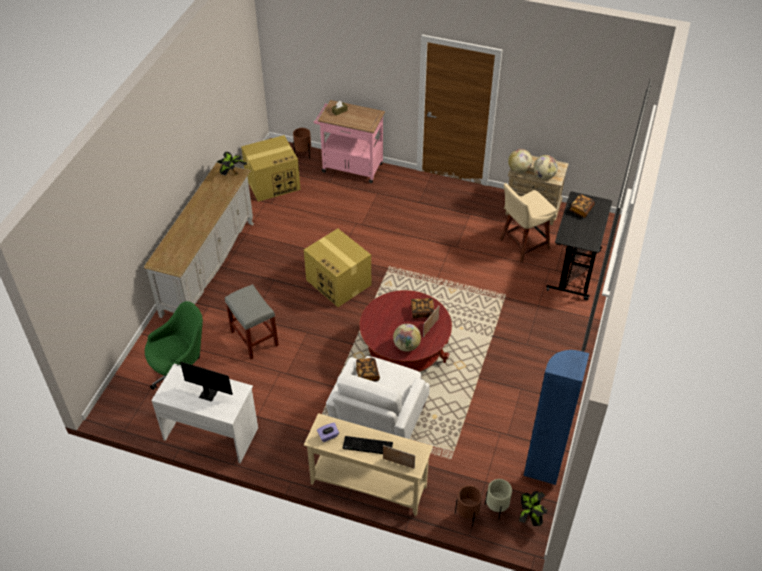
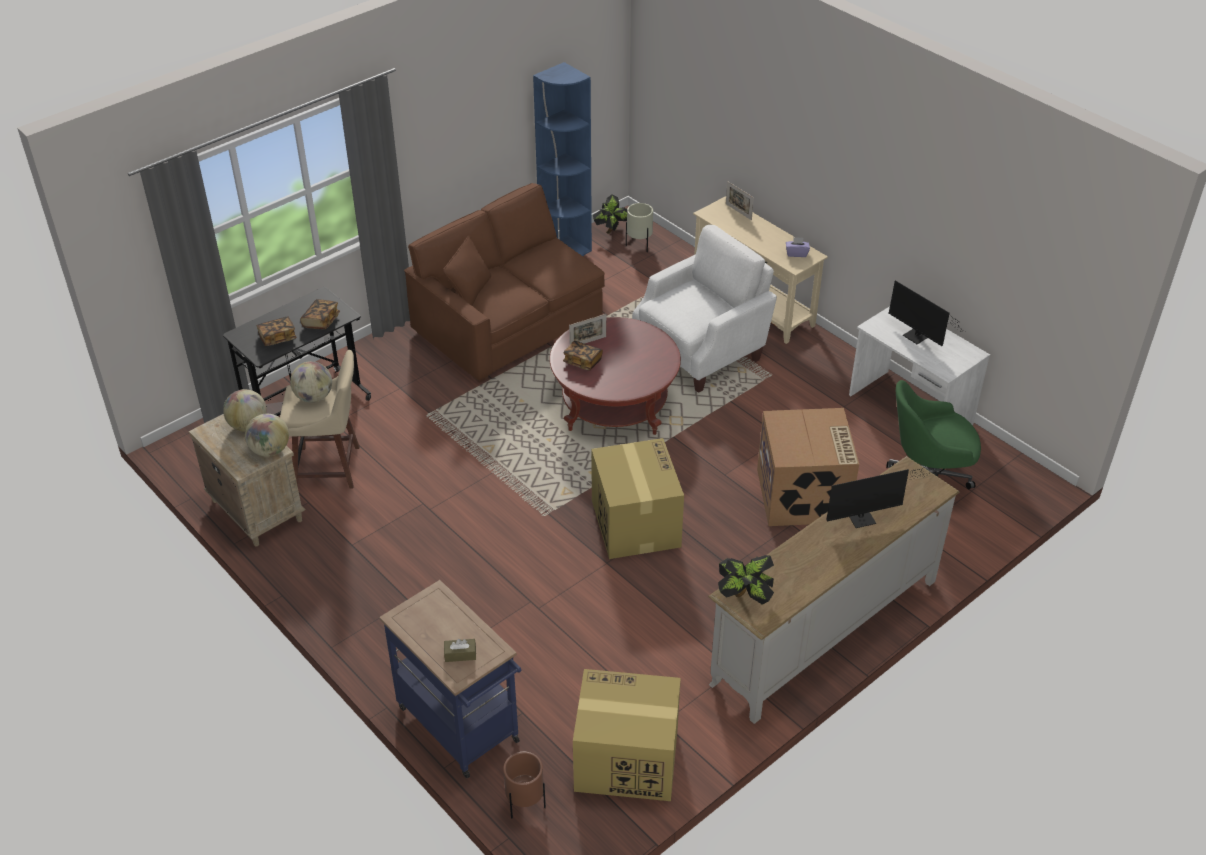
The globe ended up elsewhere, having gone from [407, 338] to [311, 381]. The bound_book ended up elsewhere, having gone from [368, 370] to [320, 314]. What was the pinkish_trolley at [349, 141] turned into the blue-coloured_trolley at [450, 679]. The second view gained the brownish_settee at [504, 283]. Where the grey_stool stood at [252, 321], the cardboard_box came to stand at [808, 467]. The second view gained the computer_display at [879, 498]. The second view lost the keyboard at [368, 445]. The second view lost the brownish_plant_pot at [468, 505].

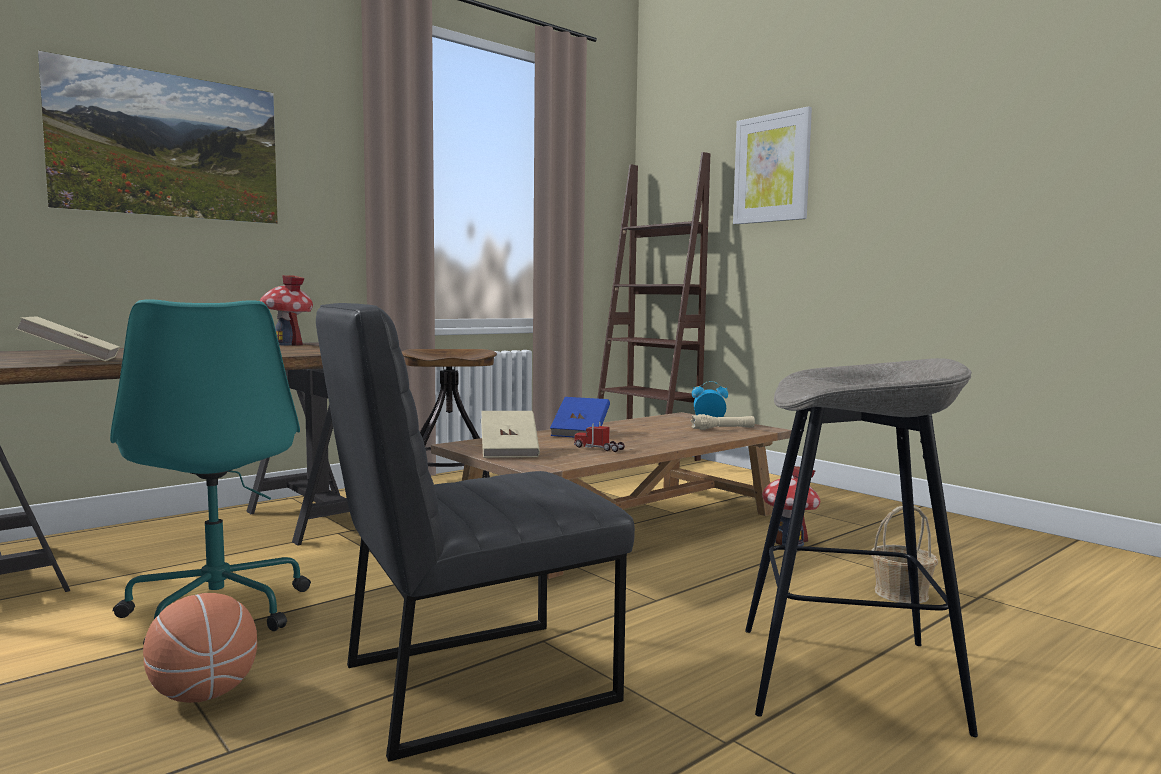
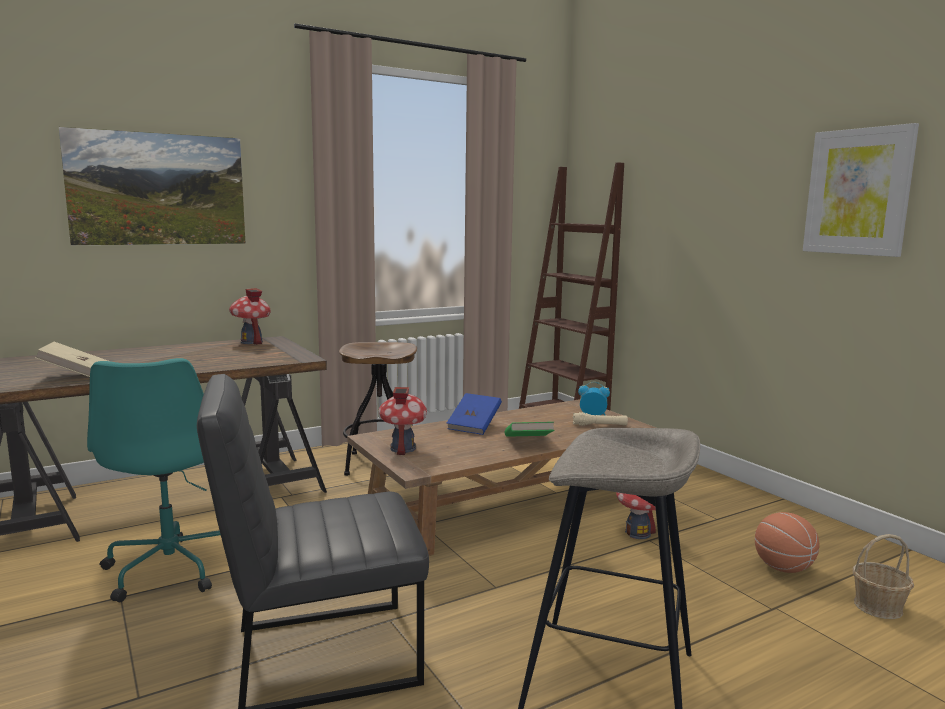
Where the beige_bound_book stood at [510, 434], the toy_house came to stand at [403, 421]. The second view gained the greenish_bound_book at [529, 429]. The basketball_ball ended up elsewhere, having gone from [200, 648] to [787, 542]. The wall_art ended up elsewhere, having gone from [772, 165] to [861, 190]. The storage_basket ended up elsewhere, having gone from [904, 555] to [883, 576]. The second view lost the model_truck at [599, 436].

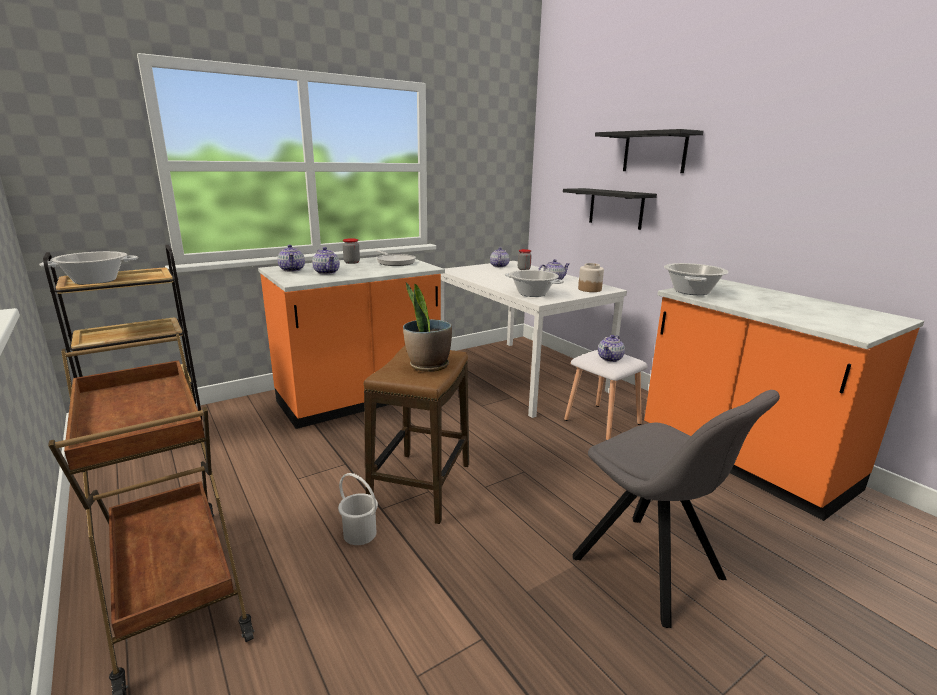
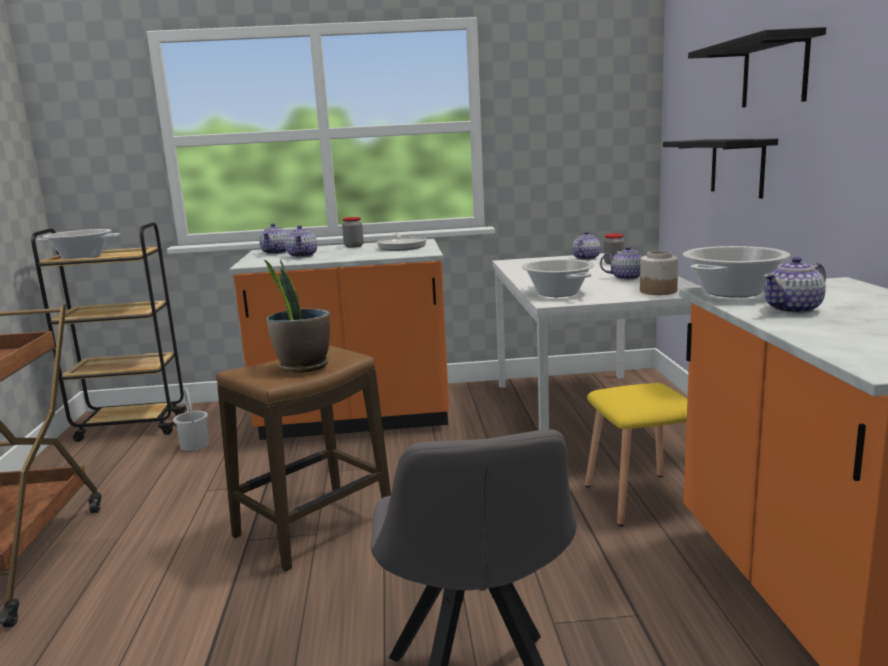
The white_bucket ended up elsewhere, having gone from [358, 509] to [191, 419]. What was the white_stool at [606, 395] turned into the yellow-coloured_stool at [636, 454]. The teapot ended up elsewhere, having gone from [611, 348] to [795, 285].

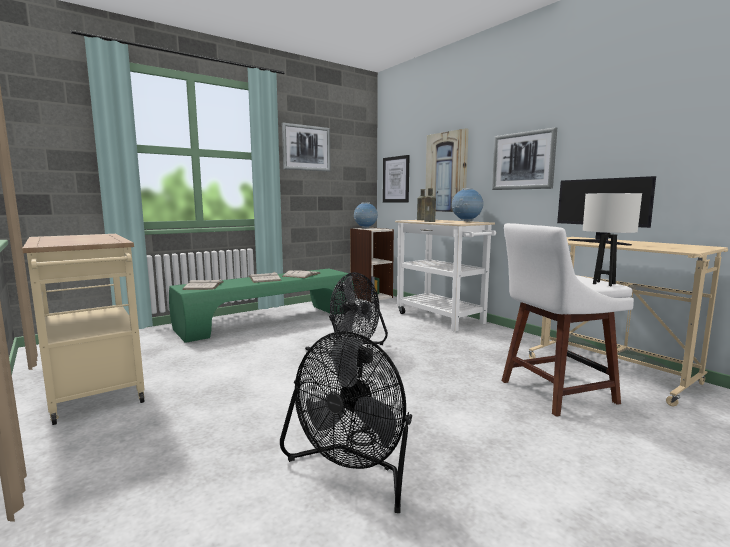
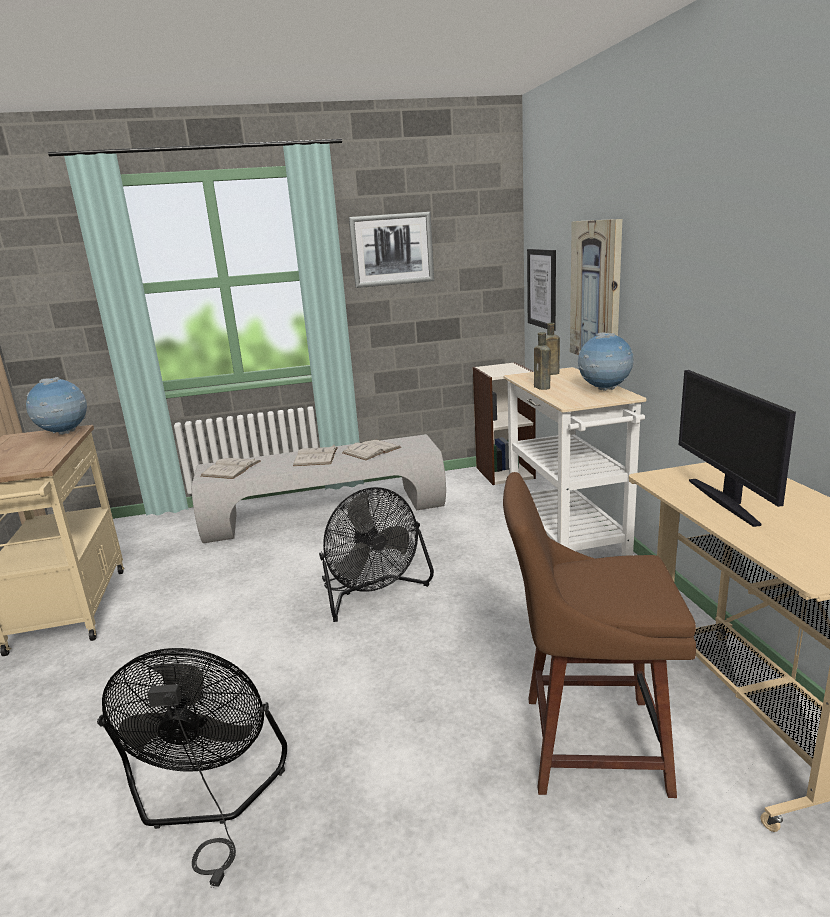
The globe ended up elsewhere, having gone from [366, 215] to [56, 406]. The black-coloured_cooling_fan at [346, 422] ended up facing another way, 120 degrees clockwise from before. What was the greenish_bench at [262, 306] turned into the grey_bench at [318, 488]. What was the white_stool at [568, 320] turned into the brownish_stool at [599, 635]. The second view lost the wall_art at [524, 158]. The second view lost the white_table_lamp at [612, 239].

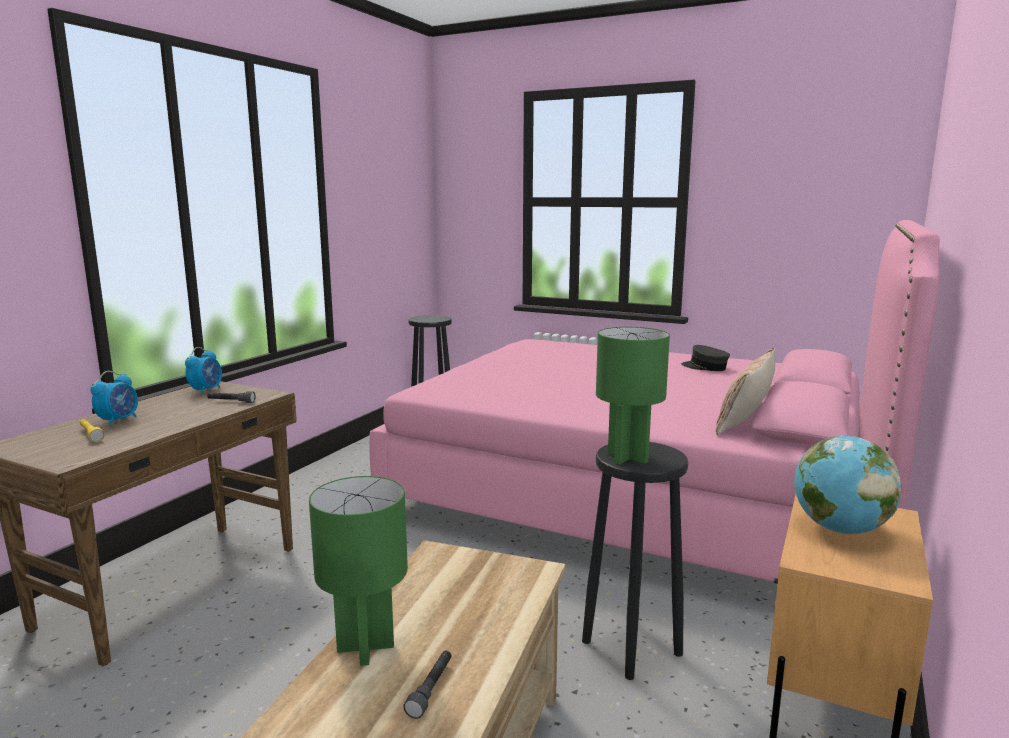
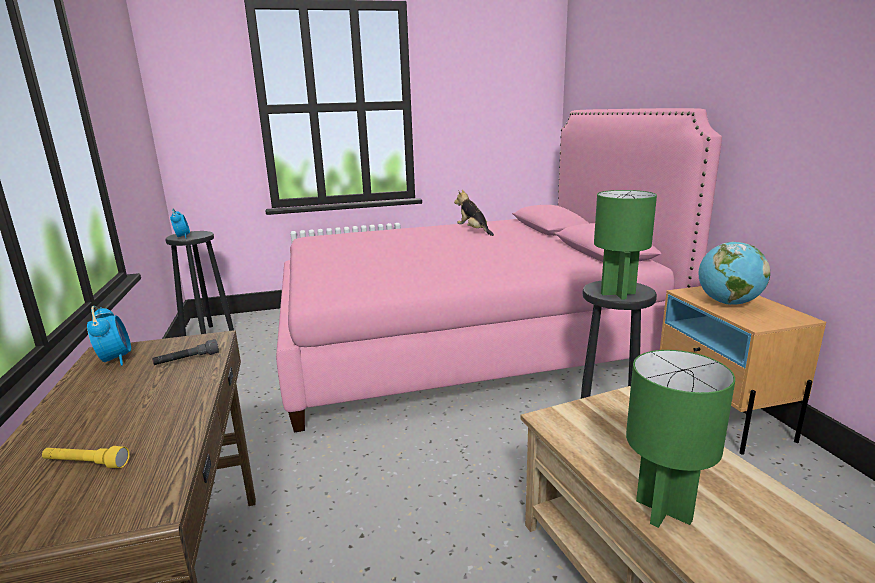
The alarm_clock ended up elsewhere, having gone from [114, 398] to [180, 224]. Where the grey_cap stood at [705, 358], the cuddly_toy came to stand at [474, 213]. The second view lost the grey_torch at [427, 684]. The second view lost the cushion at [746, 391].

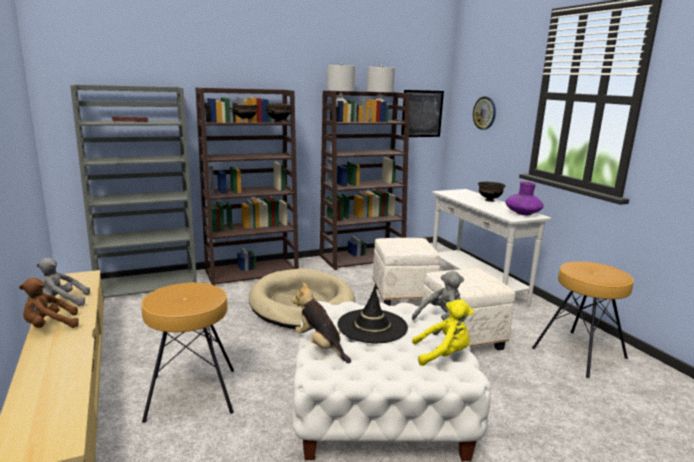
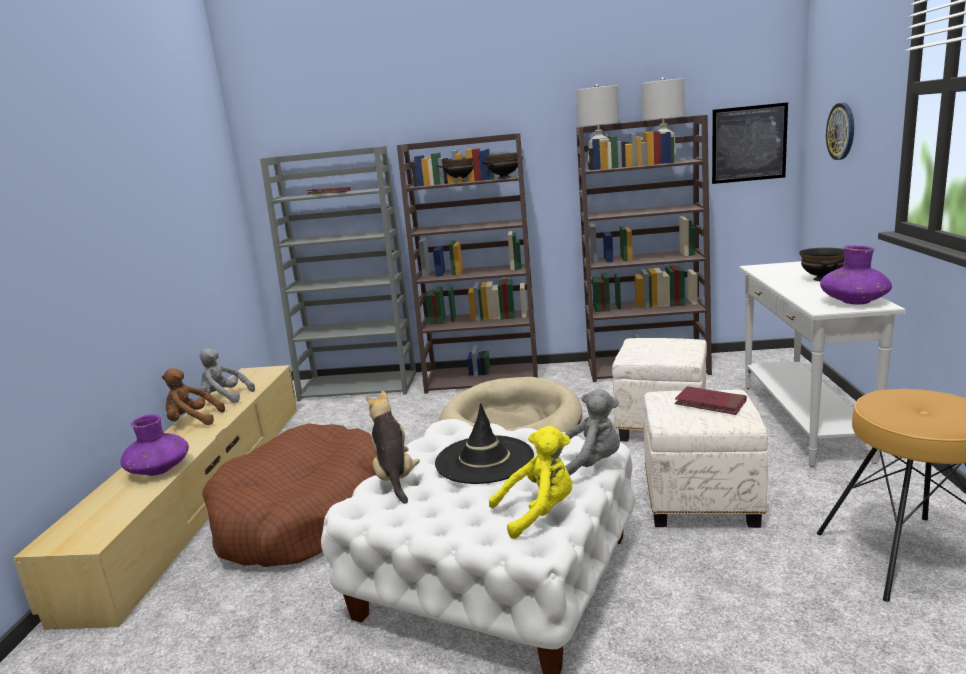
The second view gained the purple_flower_vase at [155, 445]. Where the brownish_stool stood at [188, 353], the brownish_dog_cushion came to stand at [289, 495]. The yellow-coloured_cuddly_toy at [443, 333] ended up facing another way, 45 degrees counterclockwise from before. The second view gained the red-coloured_bound_book at [711, 400].

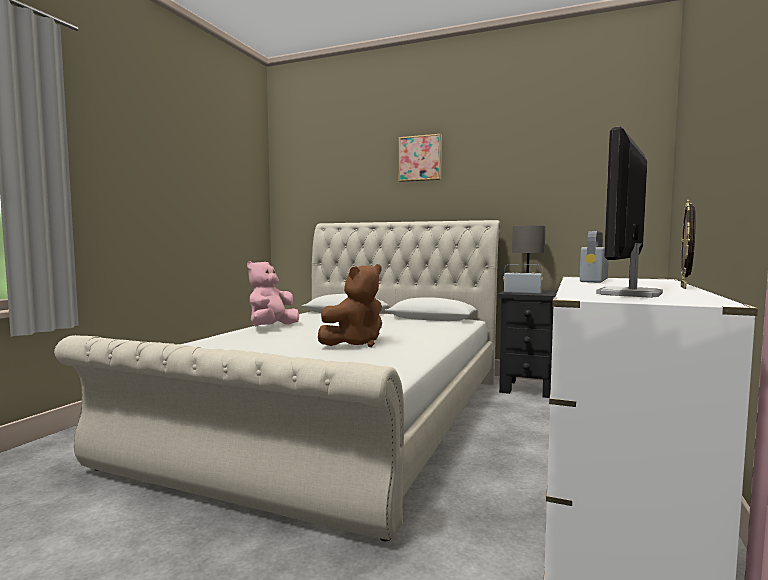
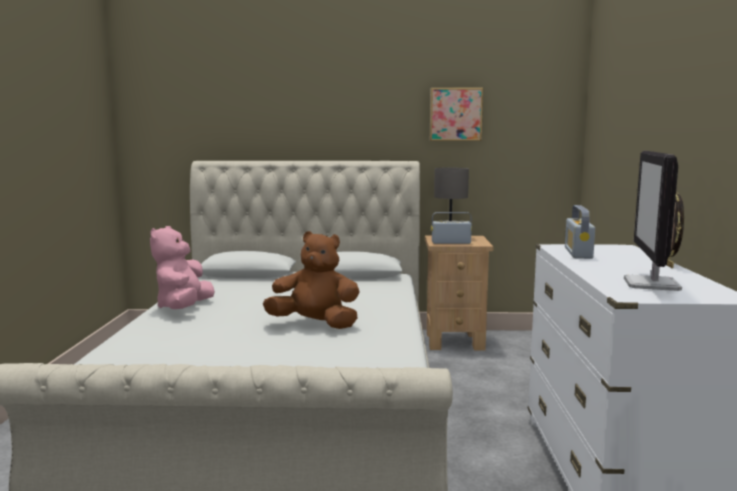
The brownish_cuddly_toy at [350, 305] ended up facing another way, 105 degrees counterclockwise from before. What was the black-coloured_night_table at [527, 344] turned into the beige_night_table at [459, 293]. The wall_art ended up elsewhere, having gone from [420, 158] to [456, 114].

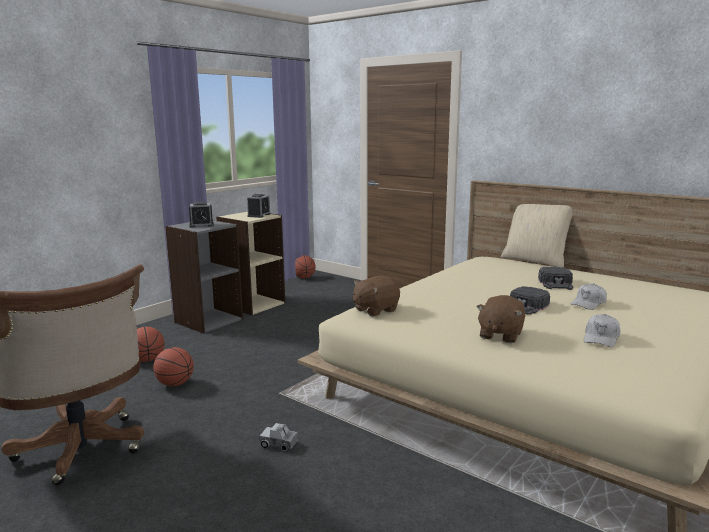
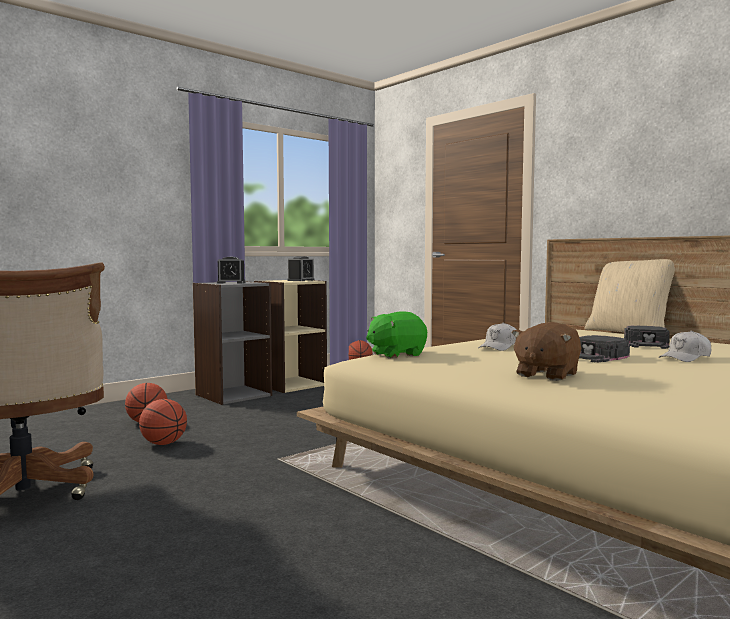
What was the brownish_cuddly_toy at [376, 296] turned into the greenish_cuddly_toy at [396, 335]. The white_cap ended up elsewhere, having gone from [602, 330] to [497, 337]. The second view lost the model_truck at [279, 437].

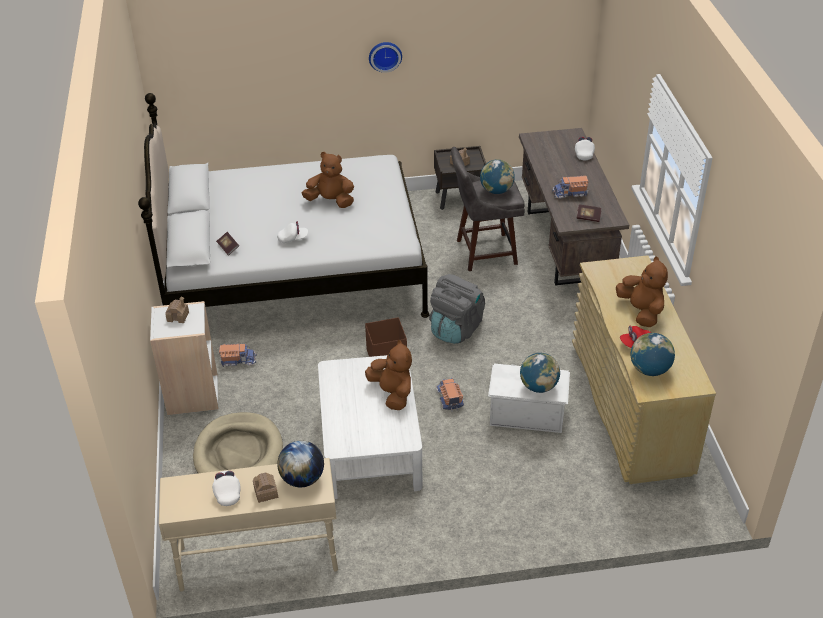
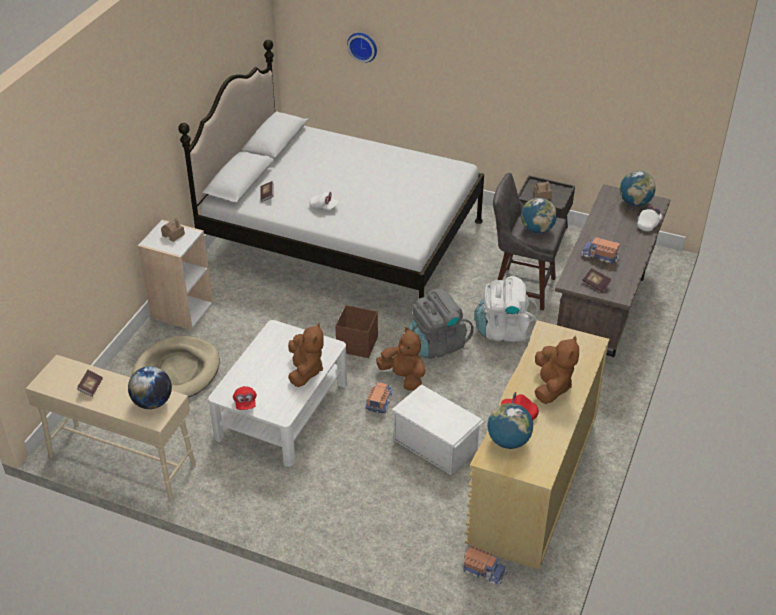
Where the white_cap stood at [226, 488], the bound_book came to stand at [90, 383]. The second view gained the red-coloured_cap at [245, 398]. The wall_clock ended up elsewhere, having gone from [385, 57] to [362, 48]. The brownish_cuddly_toy ended up elsewhere, having gone from [327, 180] to [400, 359]. The model_truck ended up elsewhere, having gone from [238, 355] to [485, 565]. The second view gained the white_knapsack at [506, 309]. The globe ended up elsewhere, having gone from [540, 373] to [638, 188]. The second view lost the toy_house at [265, 488].

